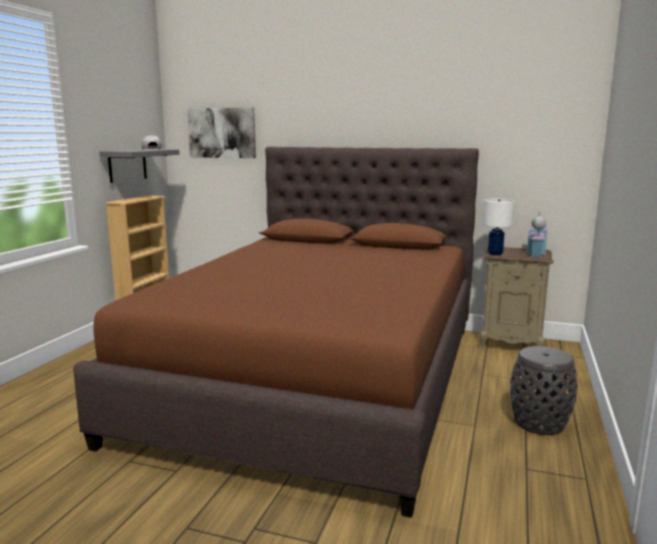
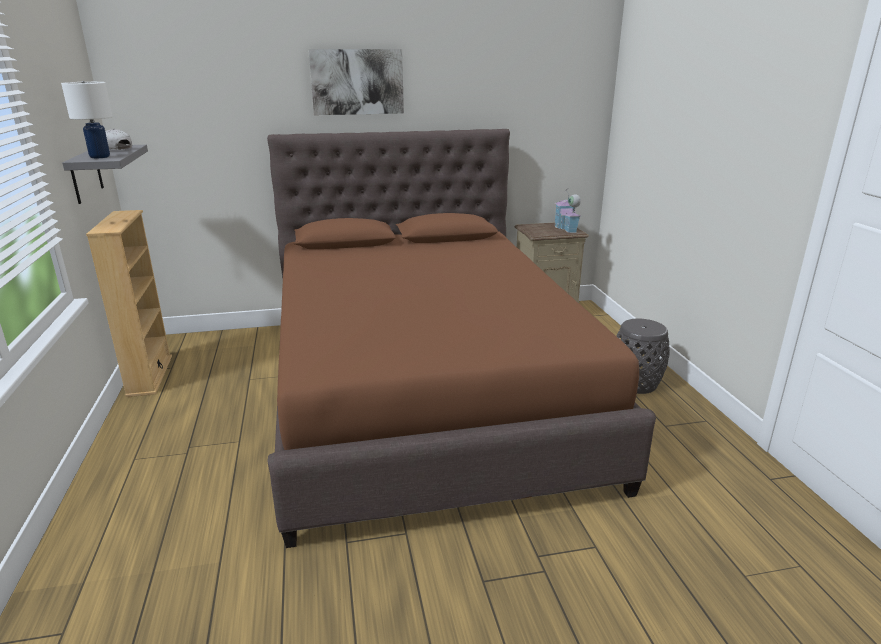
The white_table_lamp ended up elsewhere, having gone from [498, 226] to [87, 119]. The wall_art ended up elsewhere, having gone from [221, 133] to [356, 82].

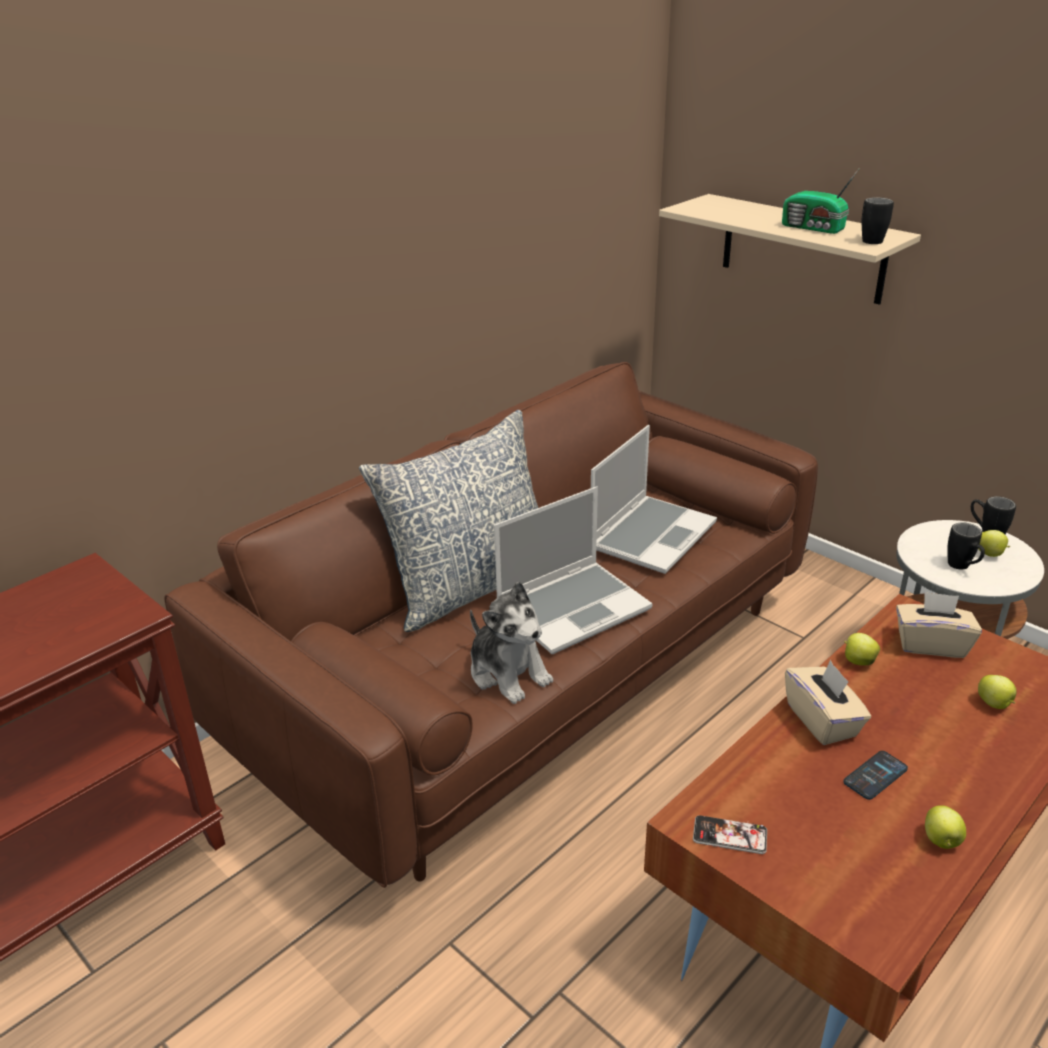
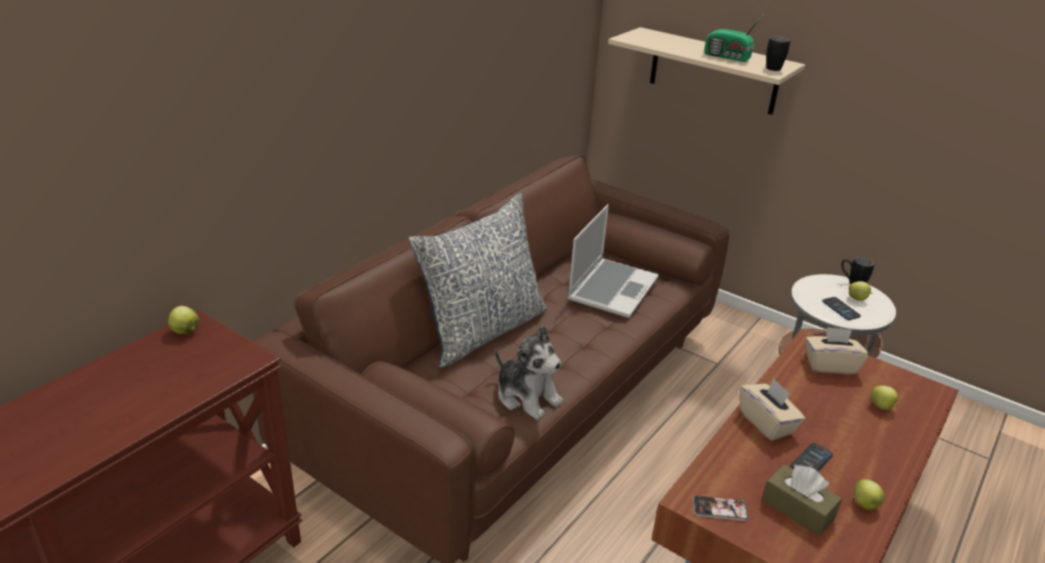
The apple_fruit ended up elsewhere, having gone from [862, 649] to [183, 320]. The second view gained the brownish_tissue_box at [801, 500]. Where the black-coloured_coffee_mug stood at [966, 546], the telephone came to stand at [841, 308]. The second view lost the notebook_computer at [573, 570].

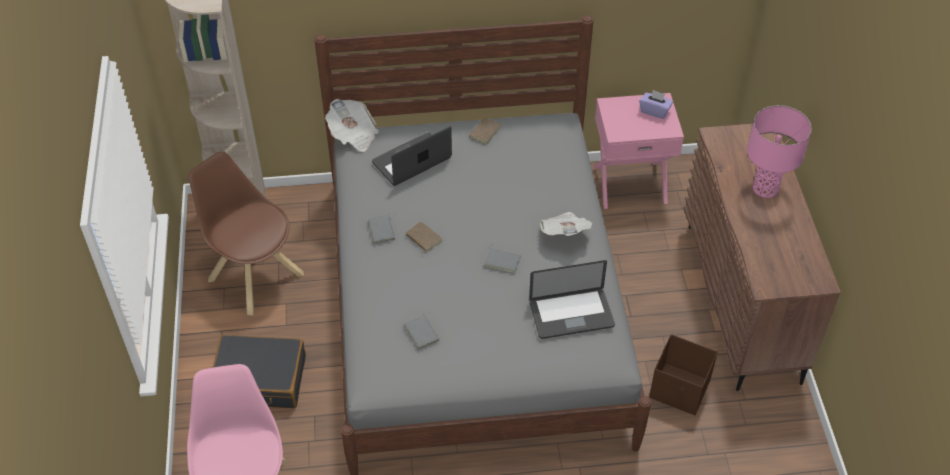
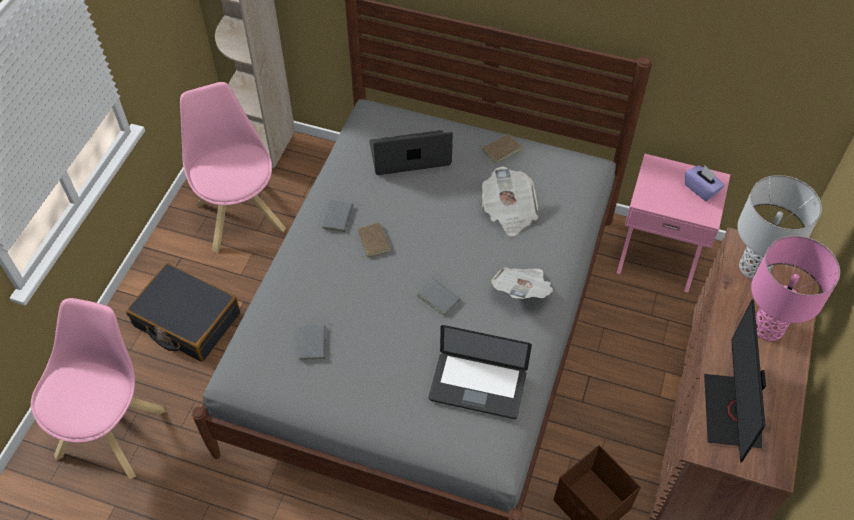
What was the brownish_plain_chair at [246, 233] turned into the pinkish_plain_chair at [233, 167]. The daily_paper ended up elsewhere, having gone from [352, 125] to [510, 201]. The second view gained the computer_display at [735, 380]. The second view gained the white_table_lamp at [779, 227].

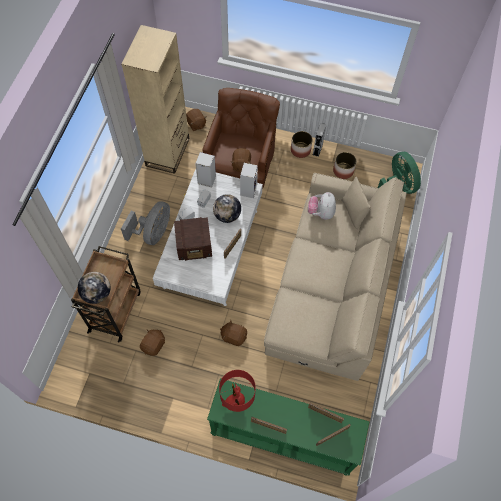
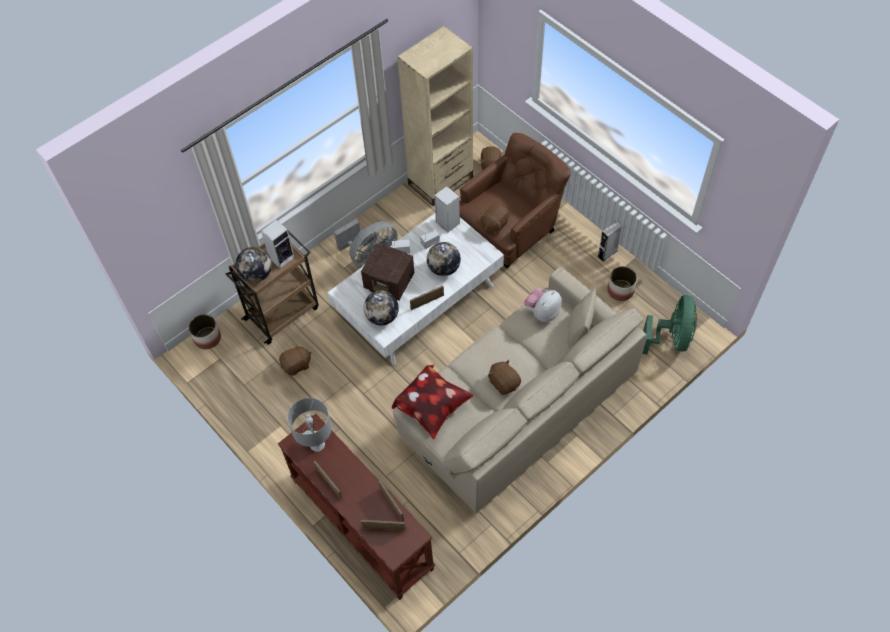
The plant_pot ended up elsewhere, having gone from [302, 144] to [205, 331]. The loudspeaker ended up elsewhere, having gone from [249, 180] to [278, 244]. What was the greenish_narrow_table at [288, 427] turned into the brownish_narrow_table at [356, 507]. What was the red-coloured_table_lamp at [237, 391] turned into the grey_table_lamp at [310, 425]. The second view gained the globe at [381, 307]. The second view gained the cushion at [433, 402]. The brownish_cuddly_toy ended up elsewhere, having gone from [233, 333] to [504, 377].

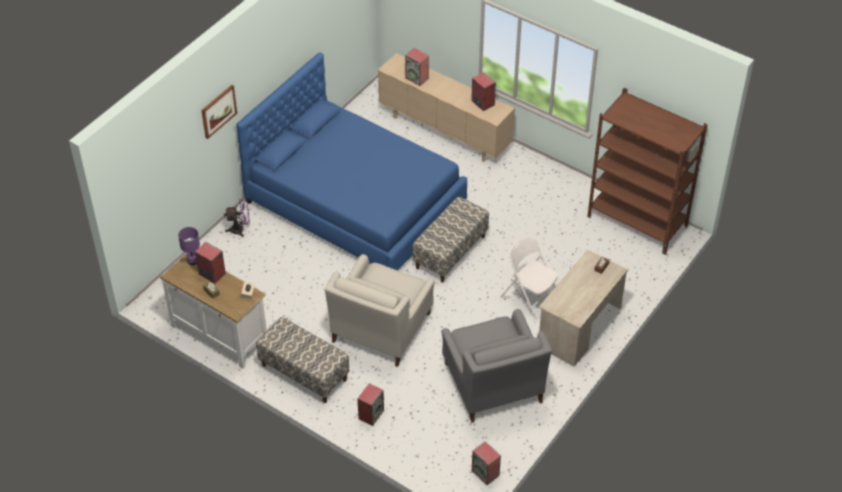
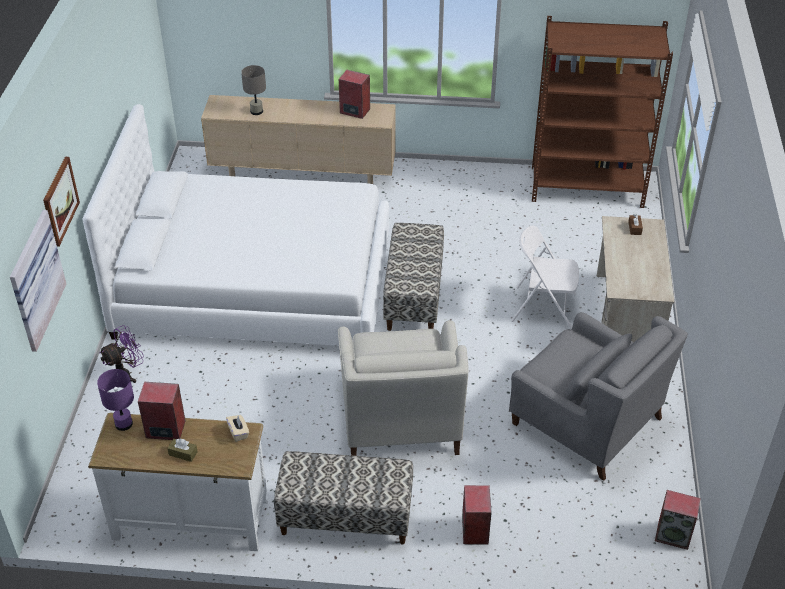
The second view gained the wall_art at [38, 281]. What was the blue-coloured_bedroom_bed at [351, 161] turned into the white_bedroom_bed at [235, 225]. Where the loudspeaker stood at [417, 67], the grey_table_lamp came to stand at [253, 90].

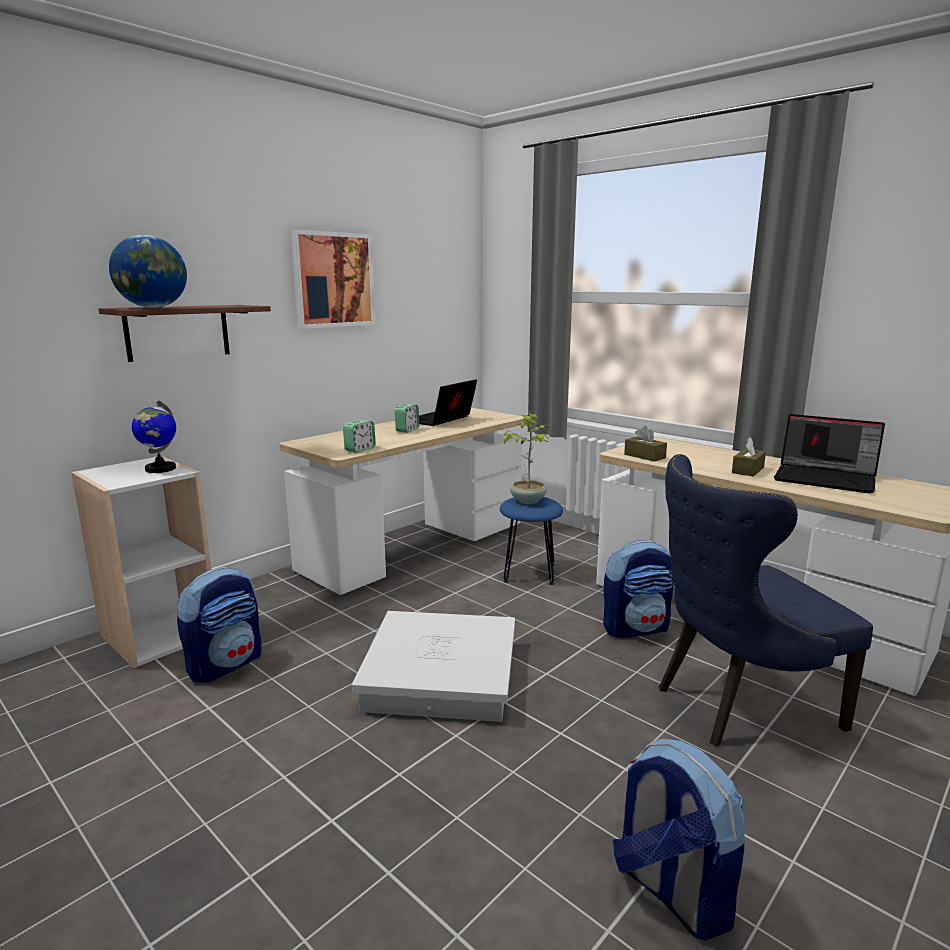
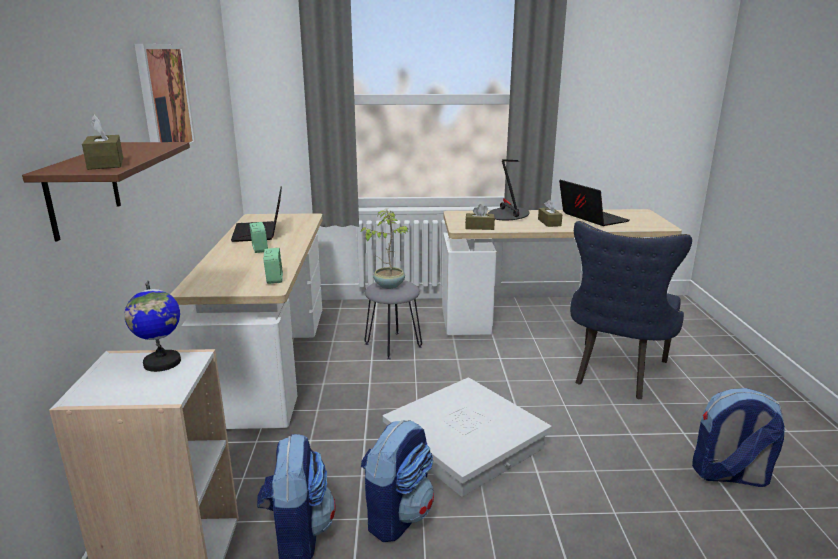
Where the globe stood at [148, 271], the brownish_tissue_box came to stand at [102, 142]. The knapsack ended up elsewhere, having gone from [638, 589] to [397, 481]. What was the blue-coloured_stool at [531, 541] turned into the grey_stool at [393, 320]. The second view gained the table_lamp at [509, 189]. The notebook_computer at [829, 454] ended up facing another way, 105 degrees counterclockwise from before.

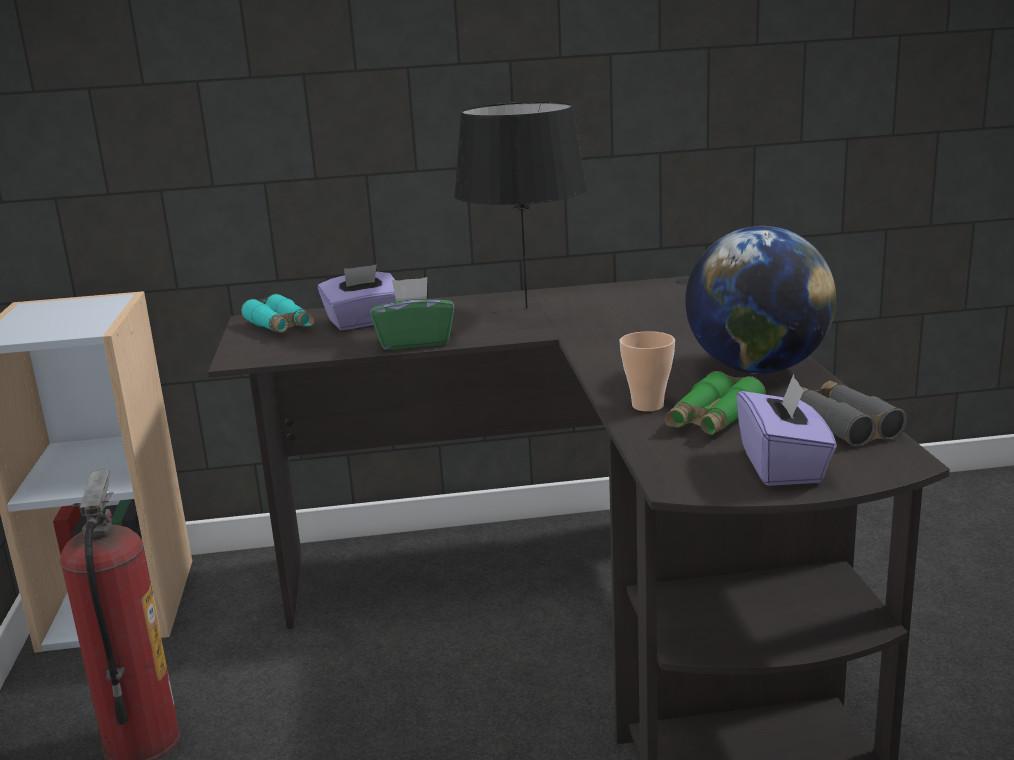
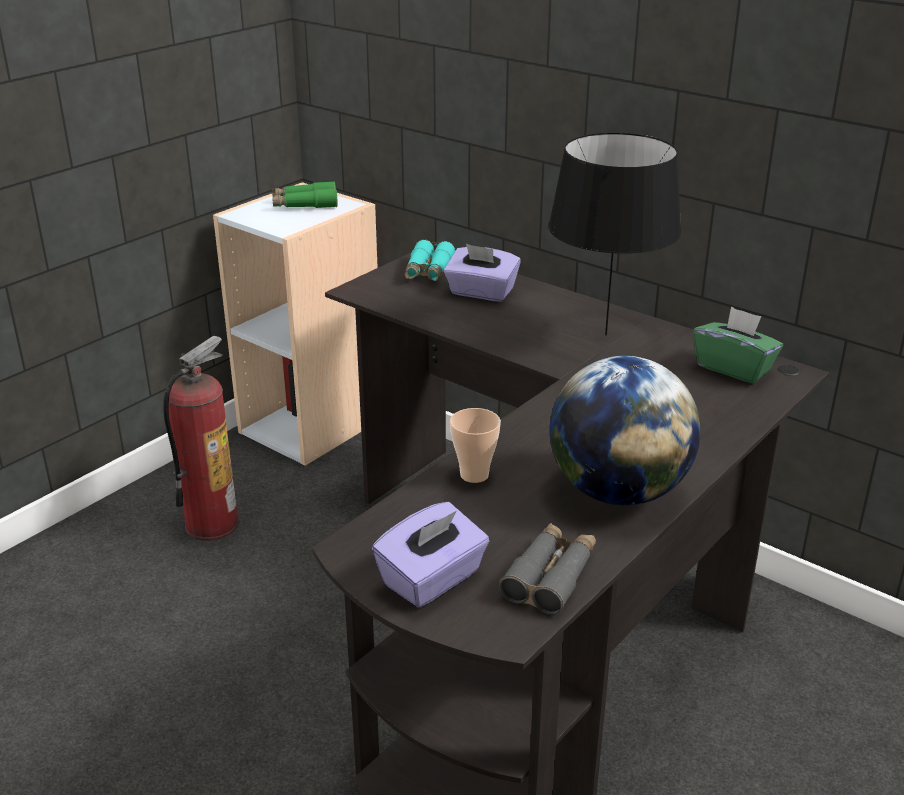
The greenish_pair_of_binoculars ended up elsewhere, having gone from [715, 403] to [305, 194]. The greenish_tissue_box ended up elsewhere, having gone from [412, 313] to [738, 345].

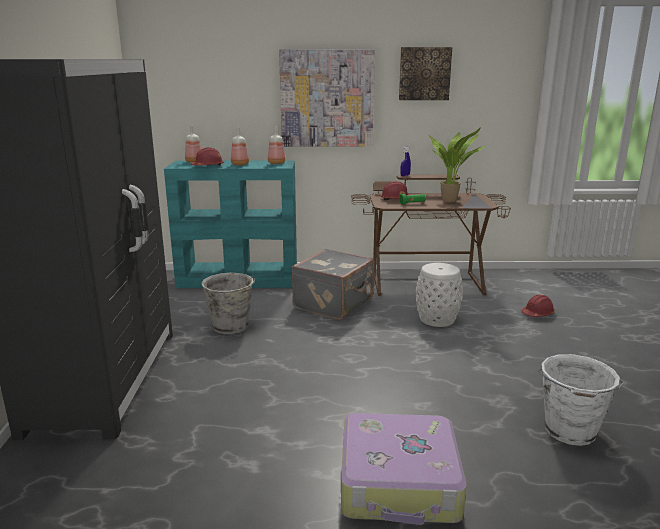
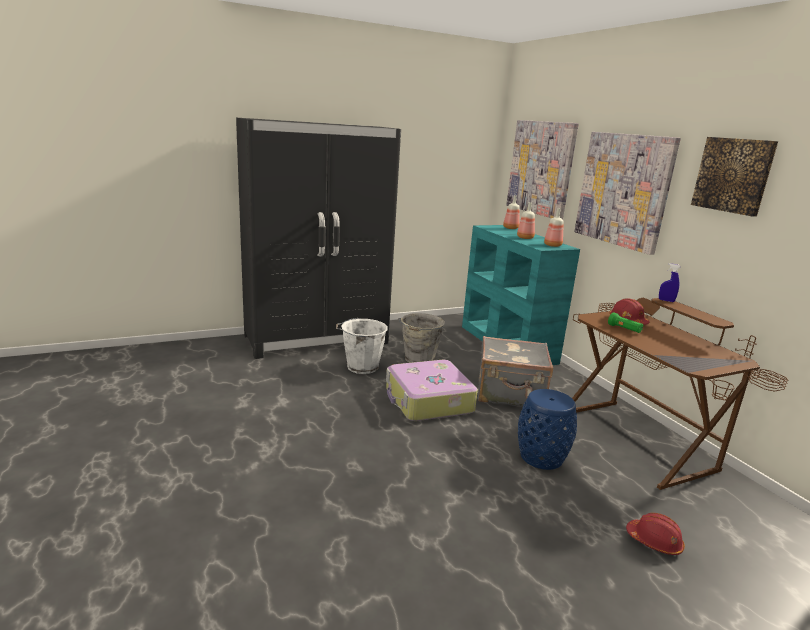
The white_bucket ended up elsewhere, having gone from [581, 400] to [362, 346]. The suitcase ended up elsewhere, having gone from [404, 469] to [432, 390]. The second view gained the wall_art at [542, 169]. What was the white_stool at [439, 295] turned into the blue-coloured_stool at [547, 429]. The second view lost the red-coloured_hard_hat at [207, 156]. The second view lost the houseplant at [456, 164].

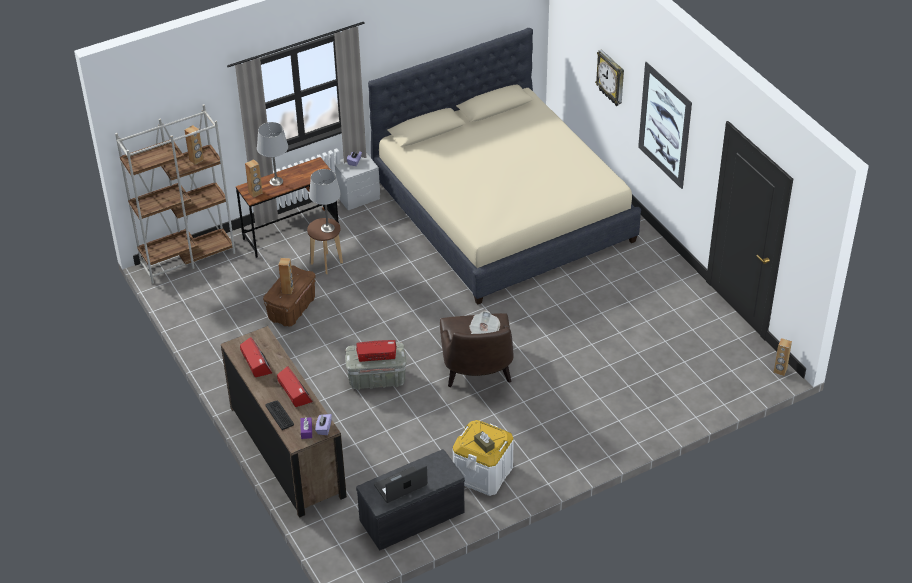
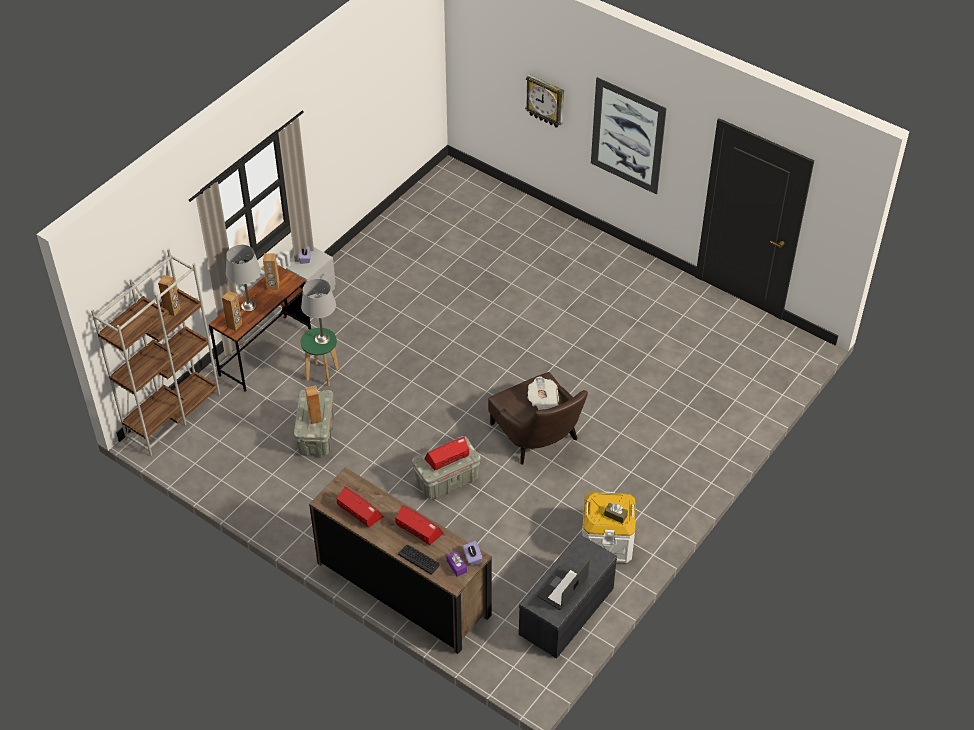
The brownish_loudspeaker ended up elsewhere, having gone from [782, 357] to [271, 271]. What was the brownish_storage_bin at [289, 296] turned into the grey_storage_bin at [314, 423]. What was the brownish_stool at [325, 246] turned into the greenish_stool at [319, 357]. The second view lost the beige_bedroom_bed at [504, 166].

